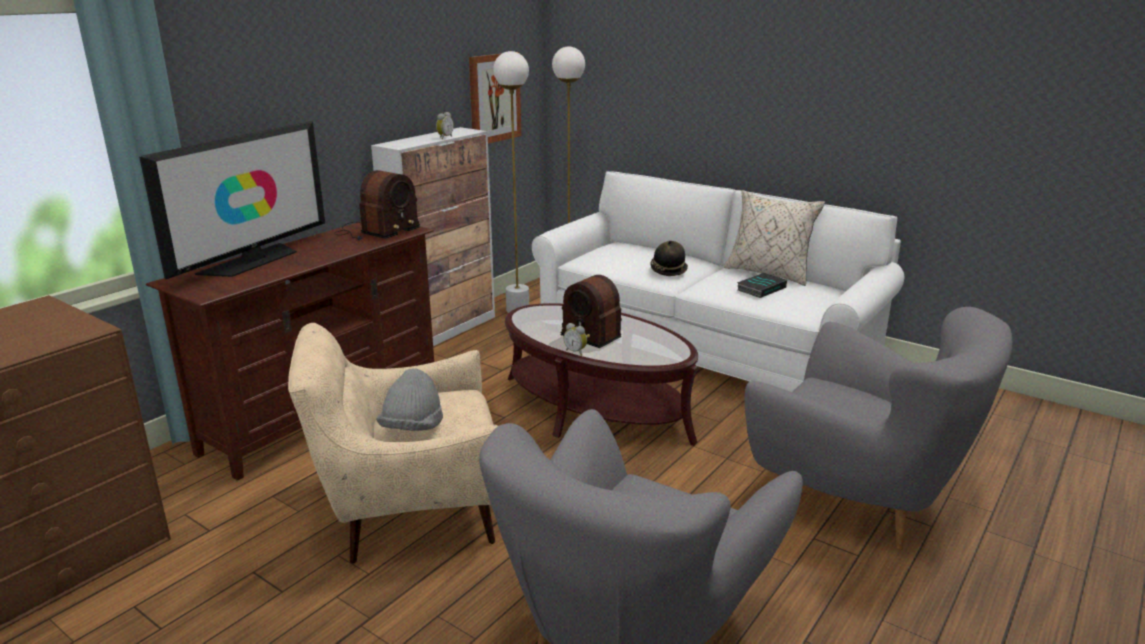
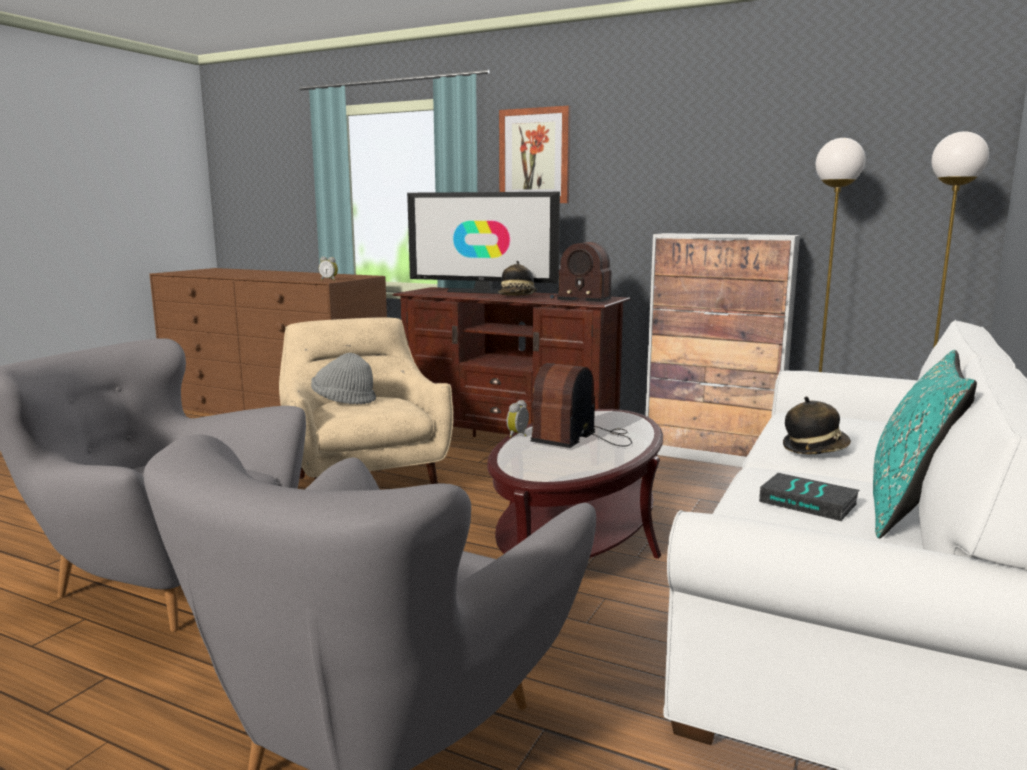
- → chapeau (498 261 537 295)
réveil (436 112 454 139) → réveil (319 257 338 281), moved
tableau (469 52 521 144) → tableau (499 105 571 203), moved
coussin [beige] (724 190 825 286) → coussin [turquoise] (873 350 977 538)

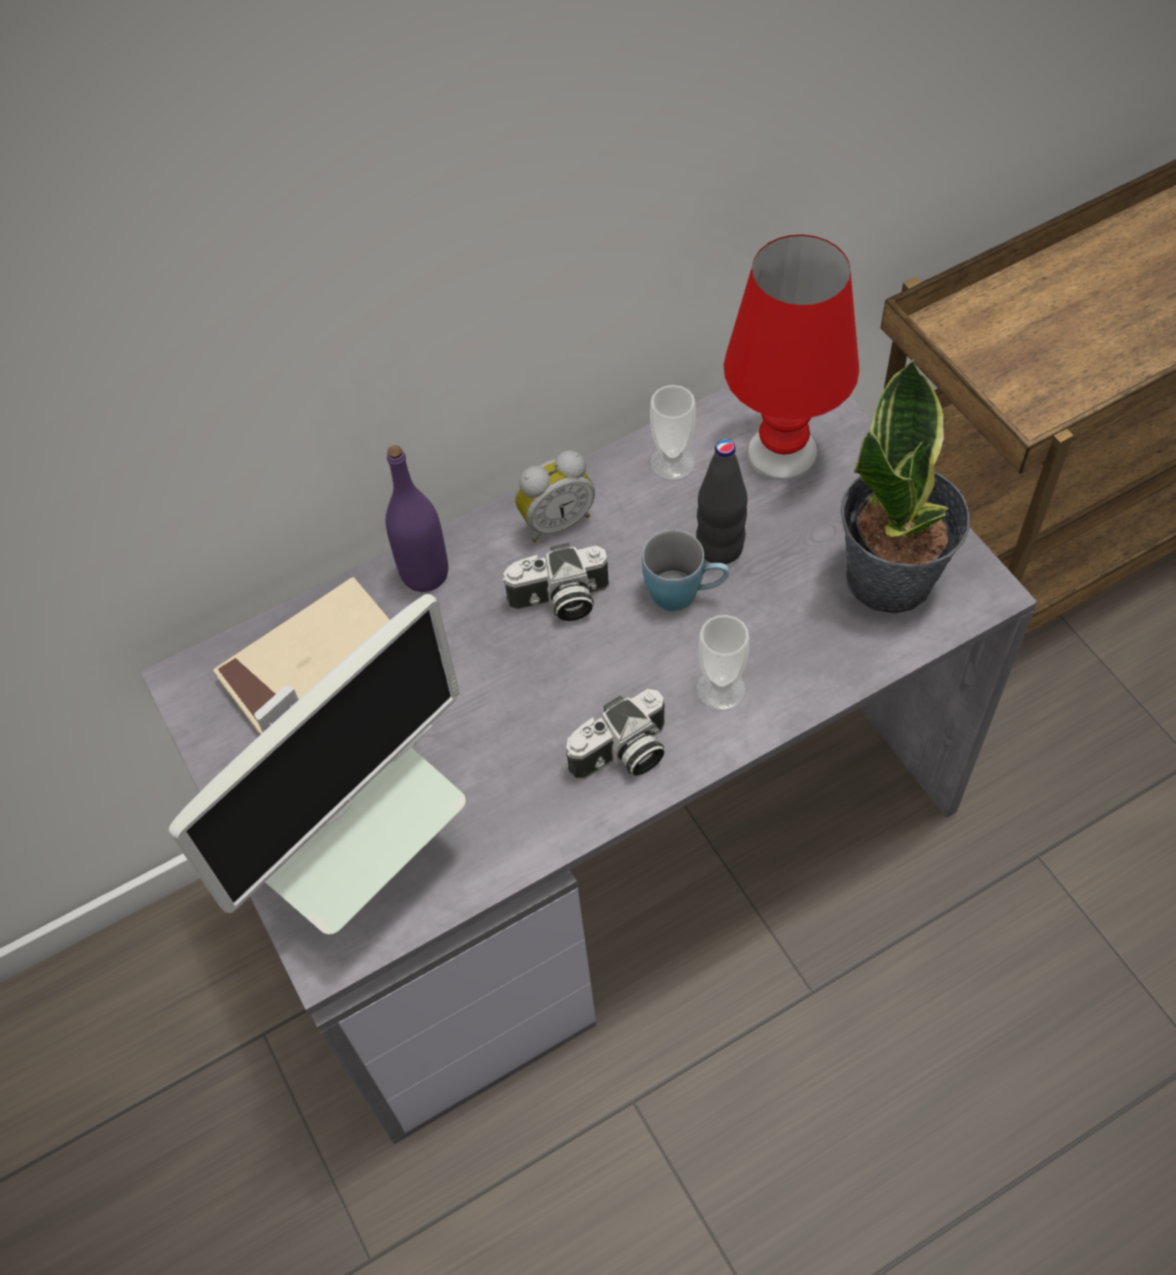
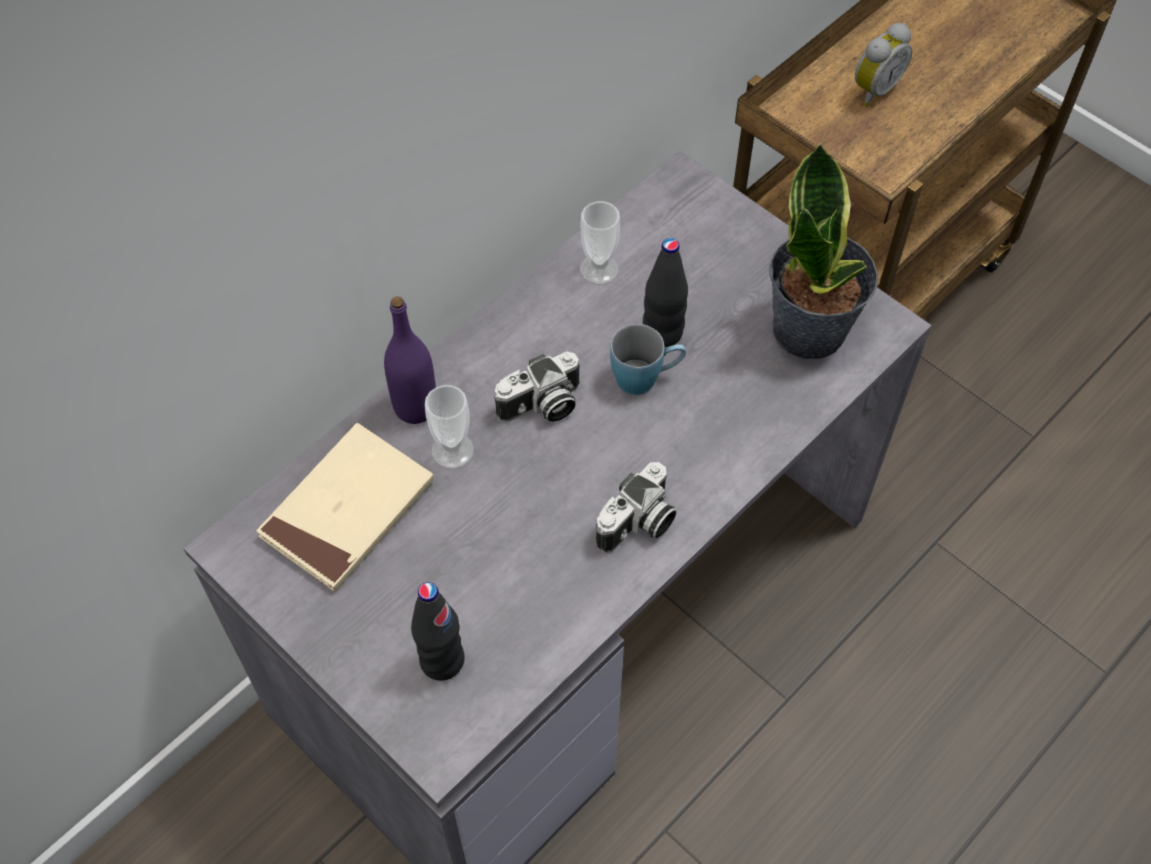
lampe de table [rouge] (723 235 859 481) → -
réveil (515 451 595 542) → réveil (855 23 913 107), moved
tasse (696 615 749 711) → tasse (425 385 474 469), moved
écran d'ordinateur (169 594 466 935) → bouteille [noir] (411 582 465 681)

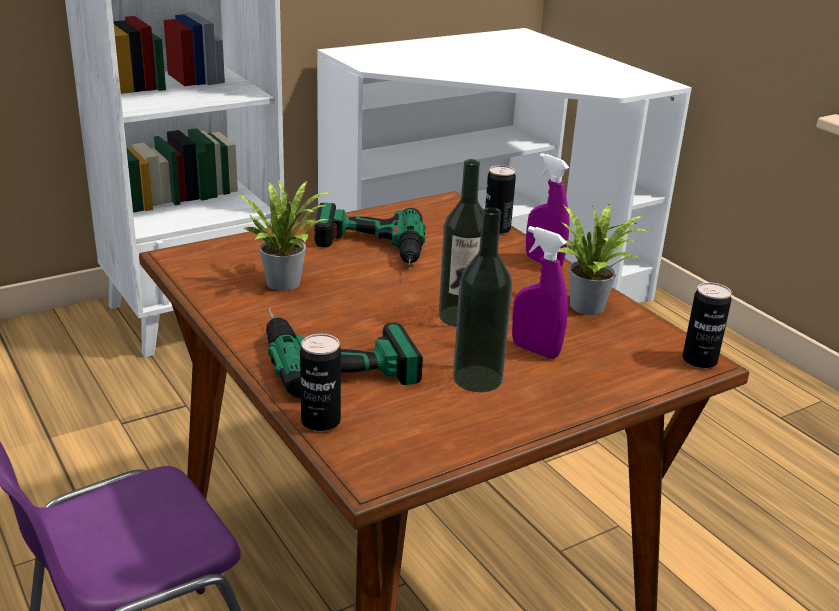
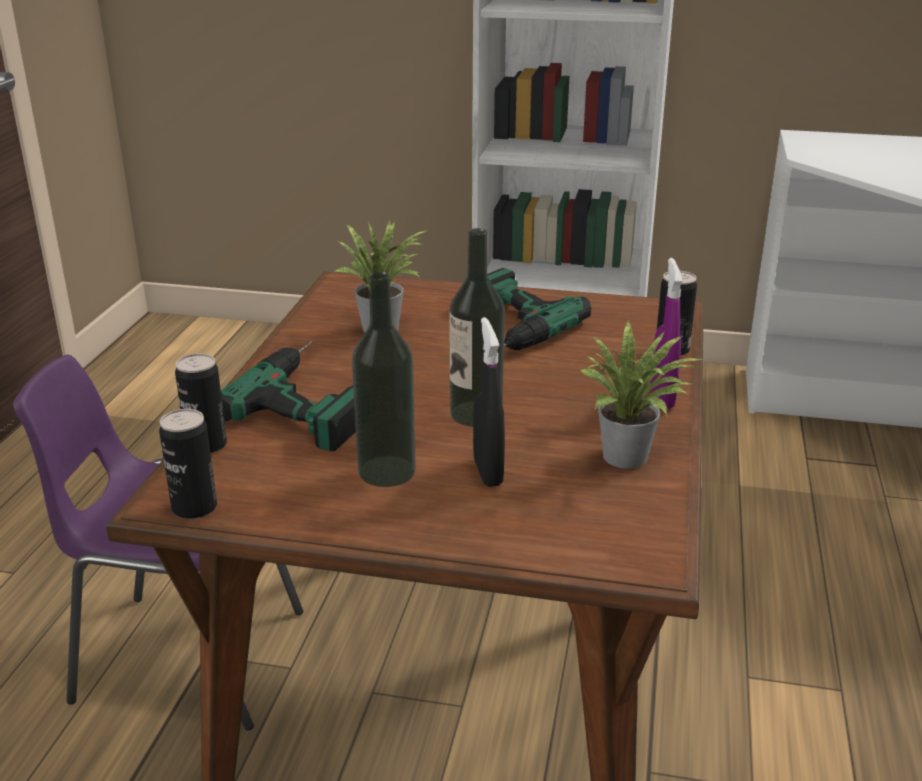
boîte métallique (682 282 732 369) → boîte métallique (159 409 217 519), moved
vaporisateur [violet] (512 226 568 359) → vaporisateur [noir] (473 317 505 487)

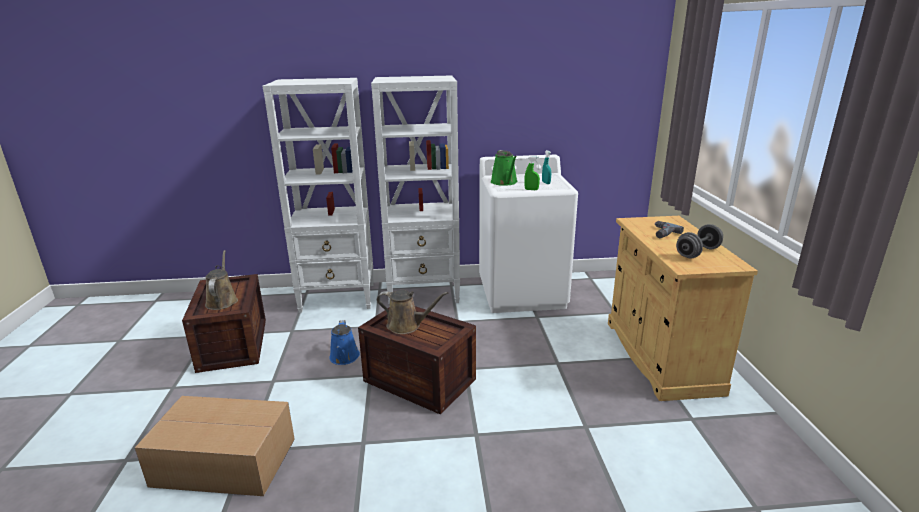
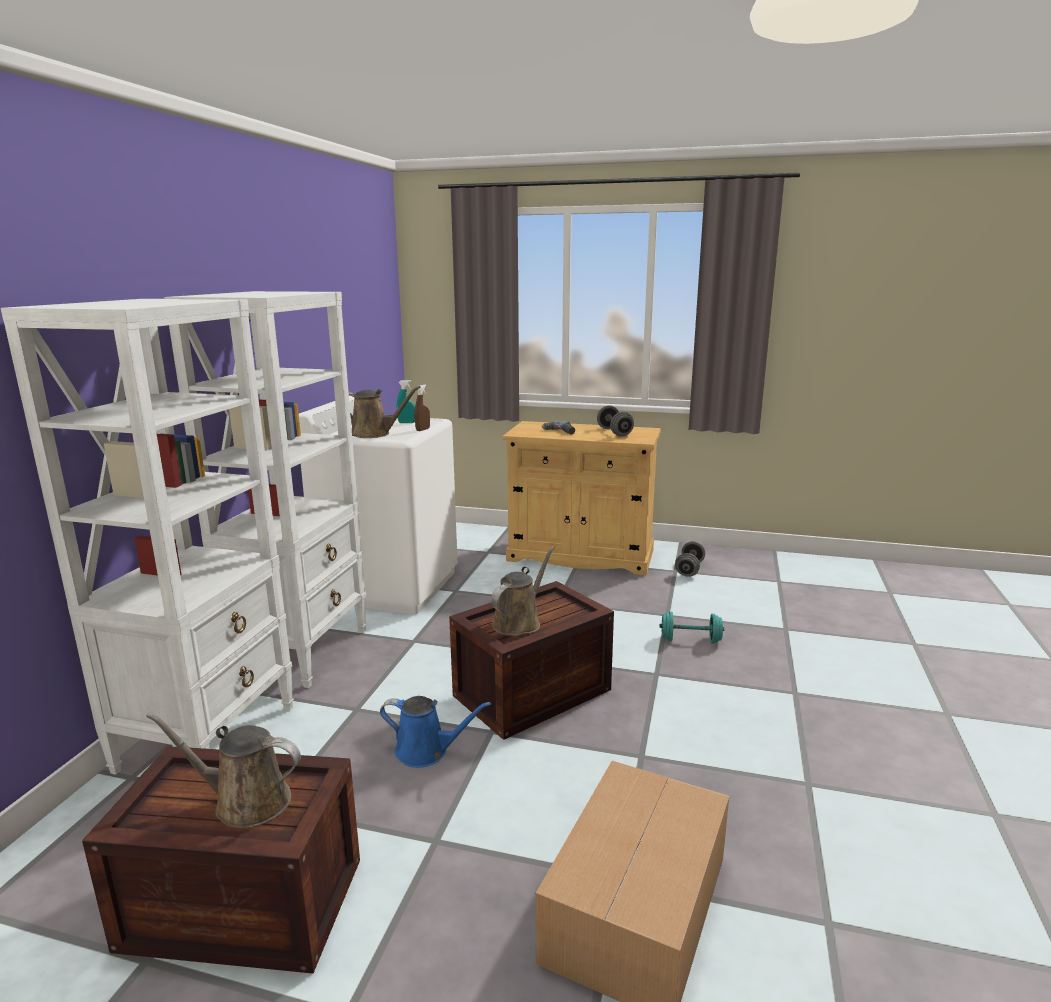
- → haltère [turquoise] (660 611 724 643)
- → haltère [gris] (675 541 705 577)
arrosoir [vert] (491 150 517 186) → arrosoir [marron] (349 386 421 438)
vaporisateur [vert] (524 156 540 190) → vaporisateur [marron] (415 384 430 431)

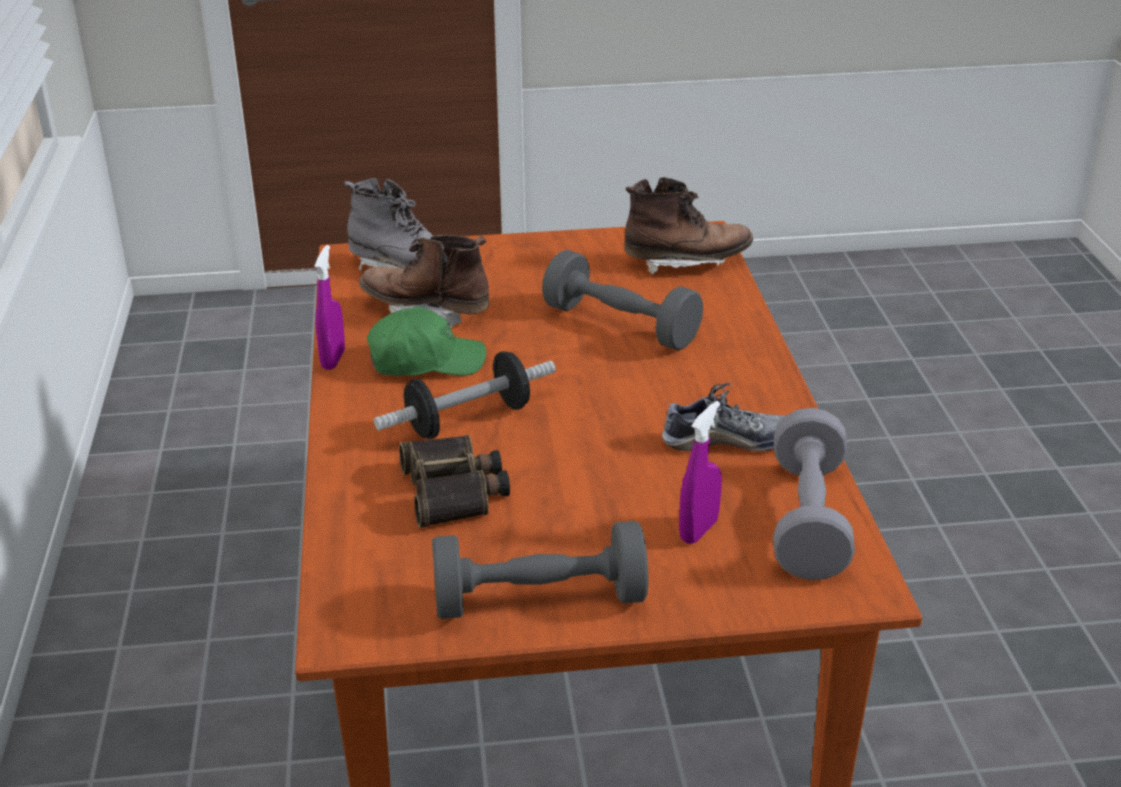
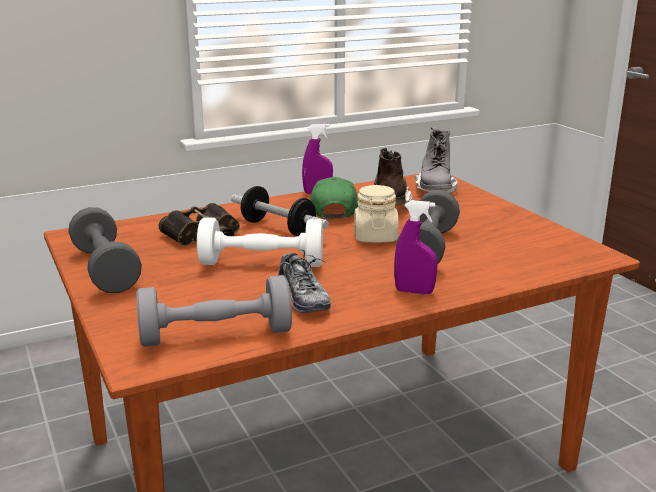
botte [marron] (624 177 753 275) → -
- → haltère [blanc] (197 218 323 267)
- → bocal [beige] (354 185 399 243)
vaporisateur [violet] (679 401 722 544) → vaporisateur [violet] (394 200 437 294), moved
casquette [vert] (367 306 486 376) → casquette [vert] (310 177 358 219), 150 degrees counterclockwise

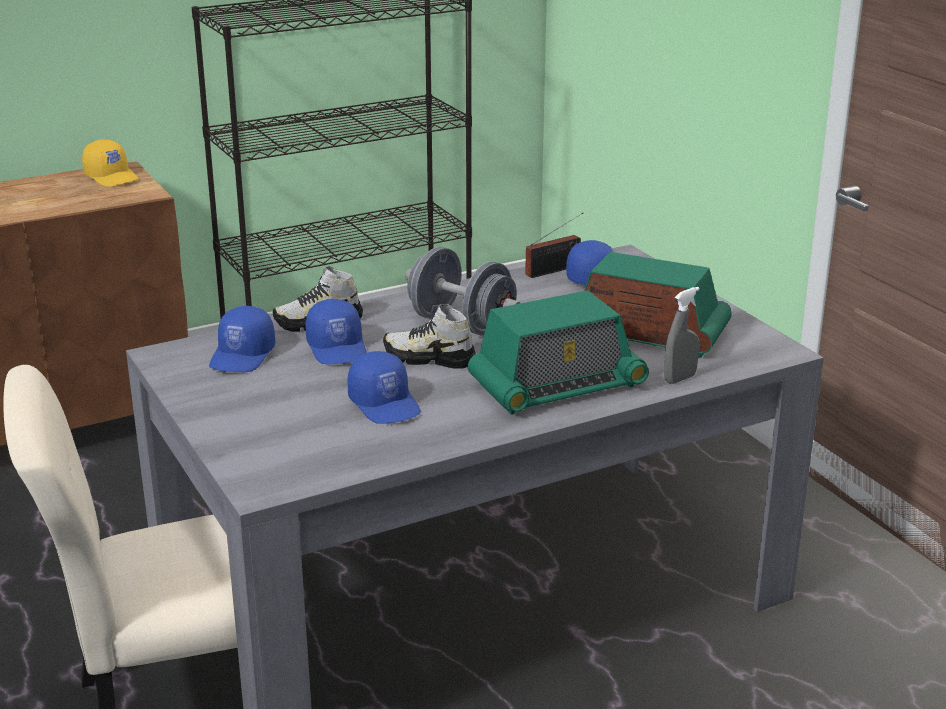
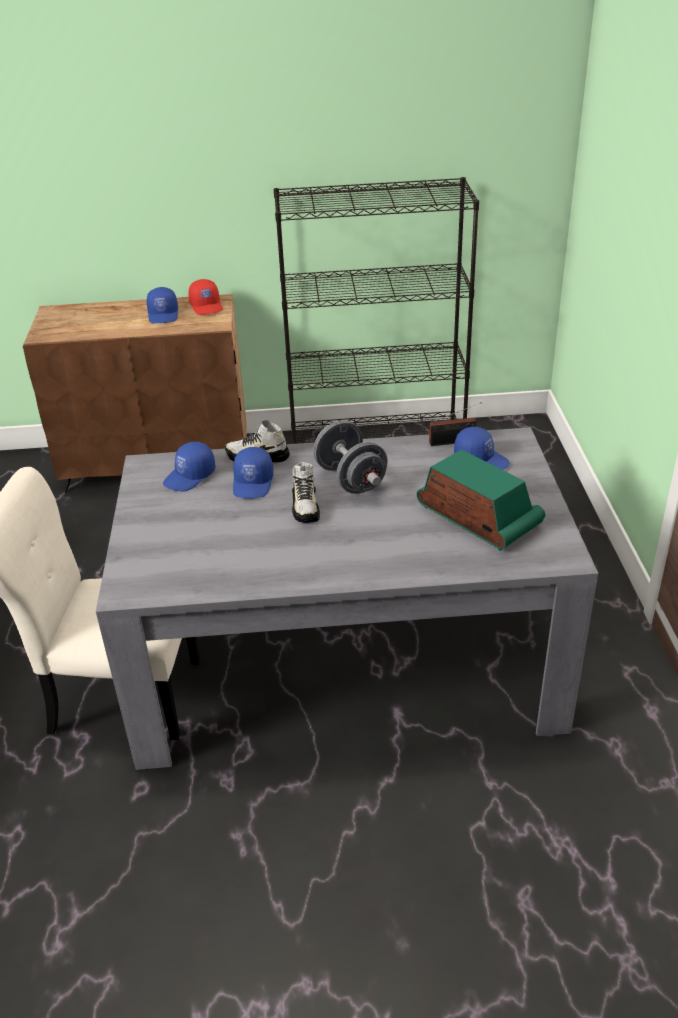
radio (468 290 649 415) → -
vaporisateur [gris] (664 287 700 384) → -
casquette [bleu] (347 351 421 424) → casquette [bleu] (146 287 178 323), moved
casquette [jaune] (82 139 139 187) → casquette [rouge] (188 279 222 315)
chaussure (383 304 476 369) → chaussure (292 462 320 523), 135 degrees counterclockwise

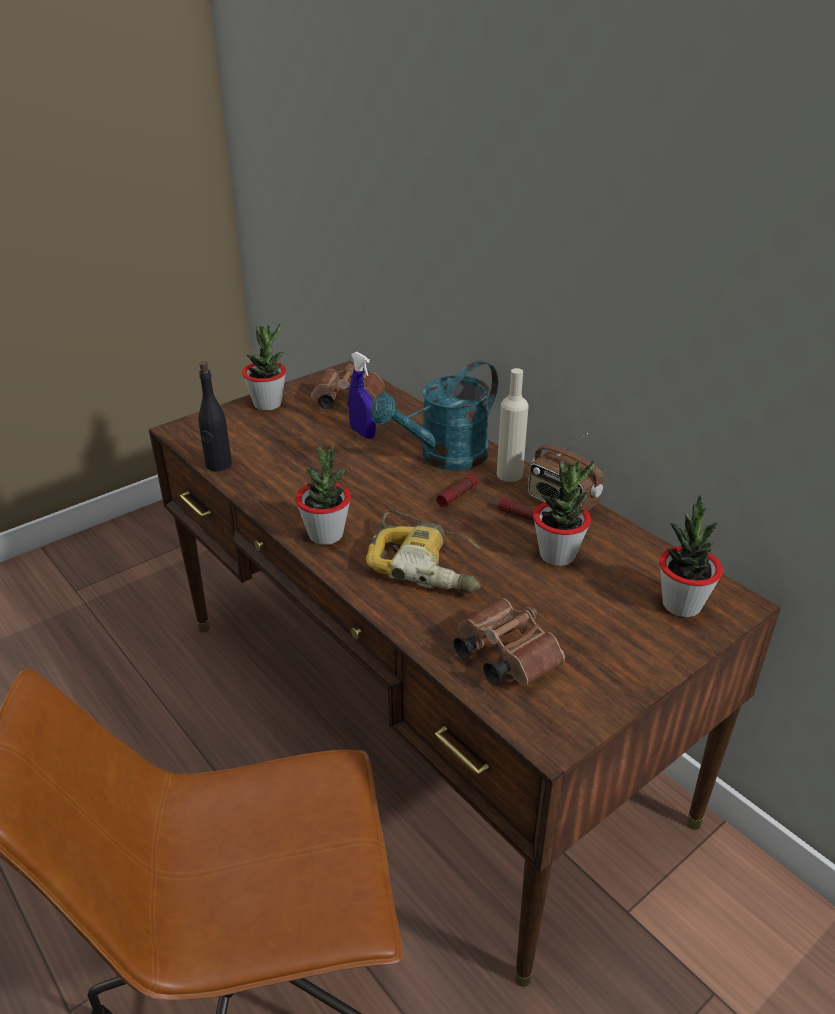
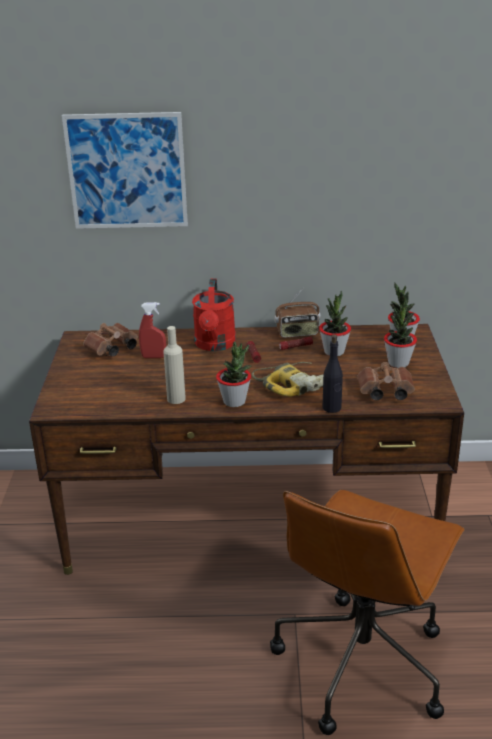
- → tableau (62 112 188 229)
bouteille [noir] (198 361 232 471) → bouteille [noir] (323 334 343 413), moved
plante en pot (242 324 286 411) → plante en pot (384 300 417 368), moved
bouteille [beige] (497 368 529 482) → bouteille [beige] (163 326 186 404), moved
vaporisateur [bleu] (348 352 376 439) → vaporisateur [rouge] (139 302 166 358)
arrosoir [turquoise] (370 360 498 471) → arrosoir [rouge] (192 279 236 351)

